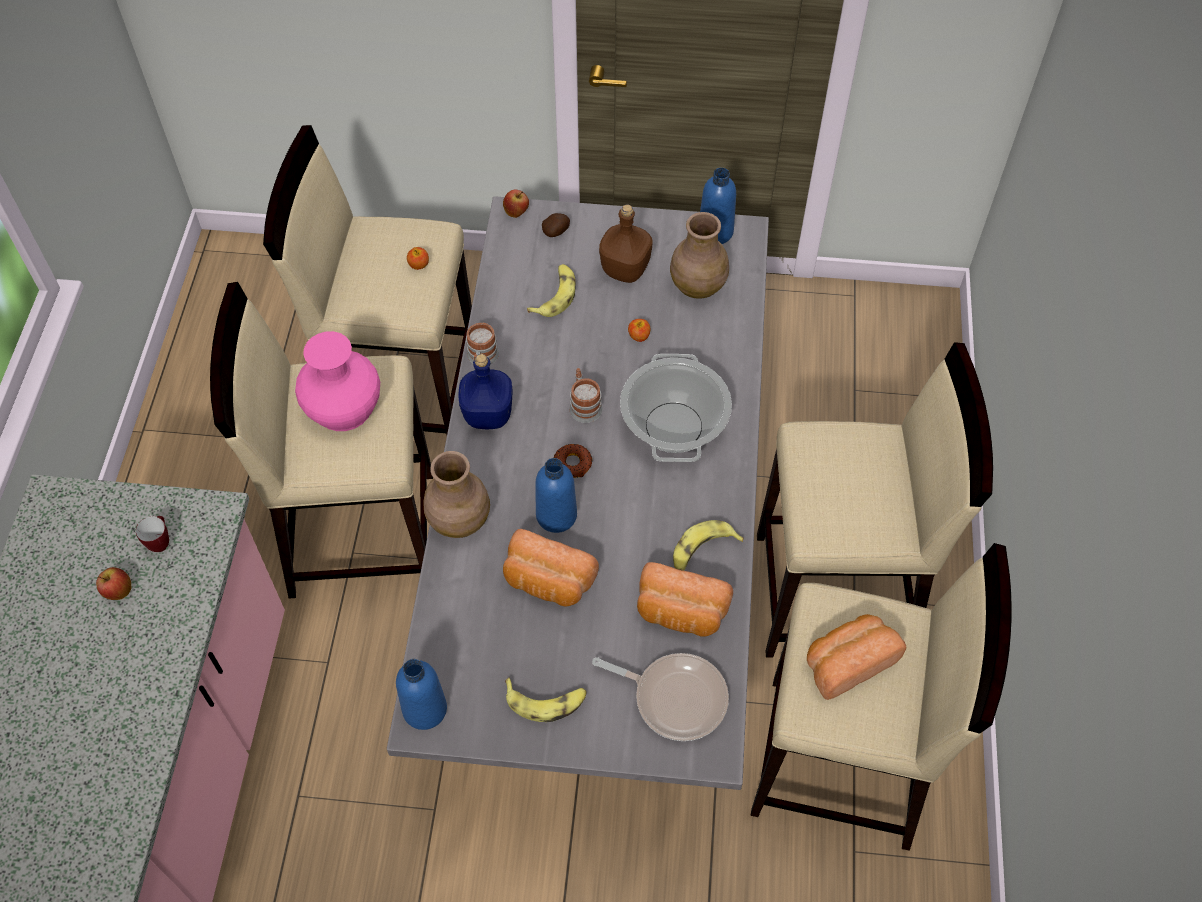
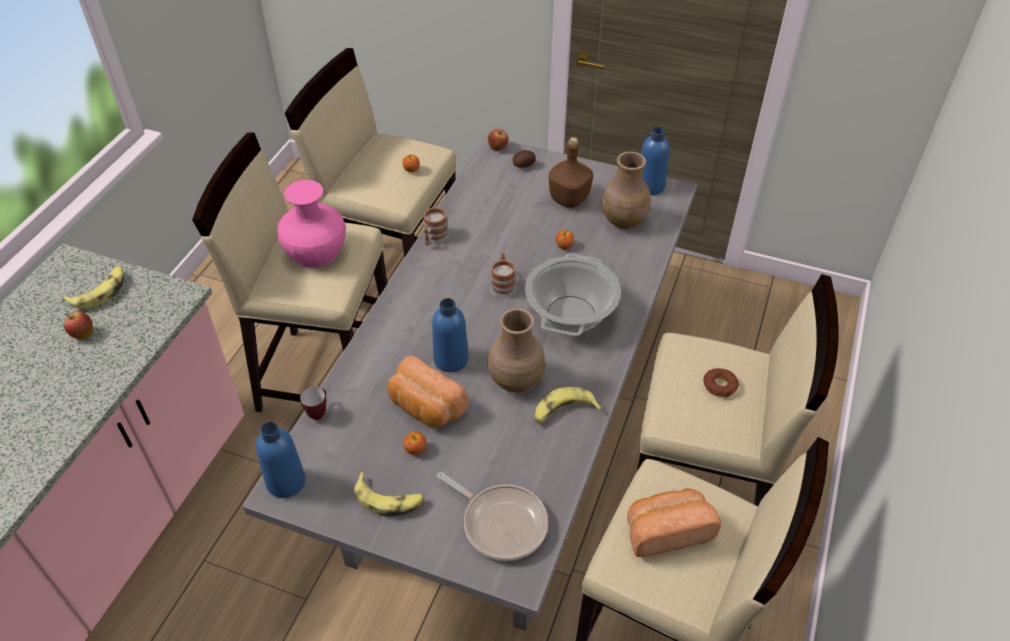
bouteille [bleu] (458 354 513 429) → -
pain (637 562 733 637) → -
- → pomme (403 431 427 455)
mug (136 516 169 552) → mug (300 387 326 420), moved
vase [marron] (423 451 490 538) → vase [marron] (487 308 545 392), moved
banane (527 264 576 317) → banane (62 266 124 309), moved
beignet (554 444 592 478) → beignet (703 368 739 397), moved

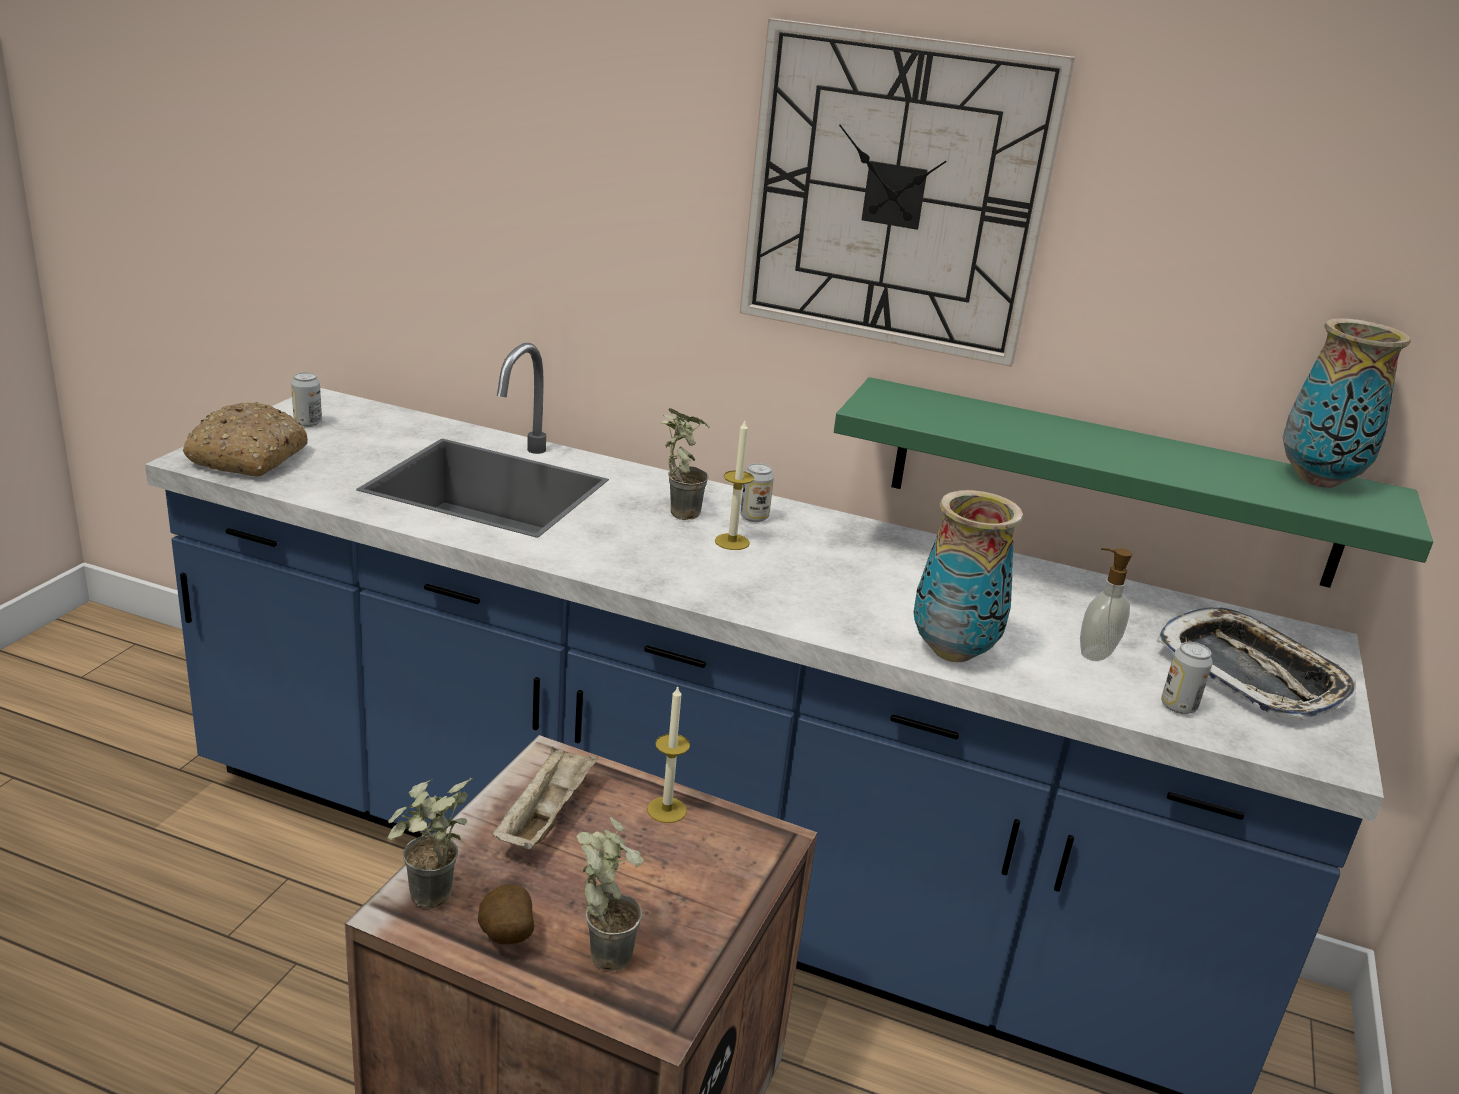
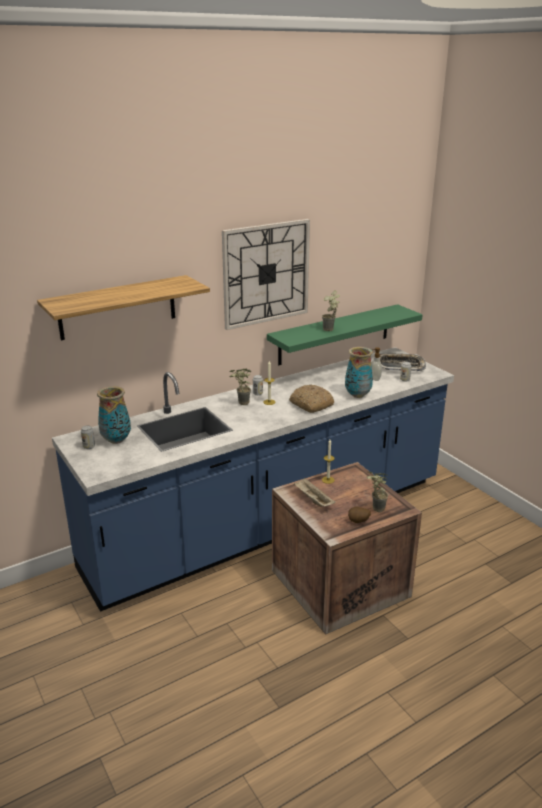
- → étagère (37 275 210 340)
pain (183 402 308 477) → pain (289 384 334 413), moved
plante en pot (387 777 473 909) → plante en pot (322 290 340 331), moved
vase (1283 318 1411 488) → vase (97 386 131 444), moved

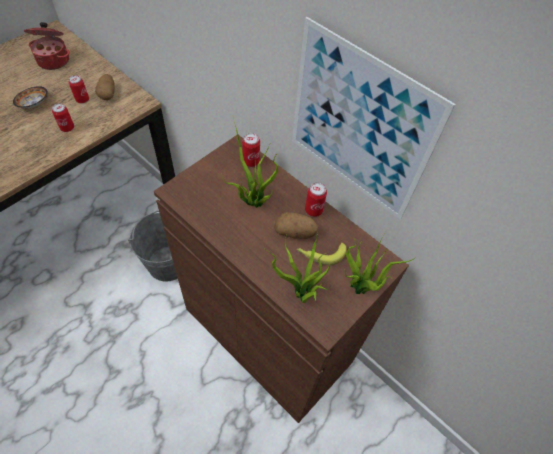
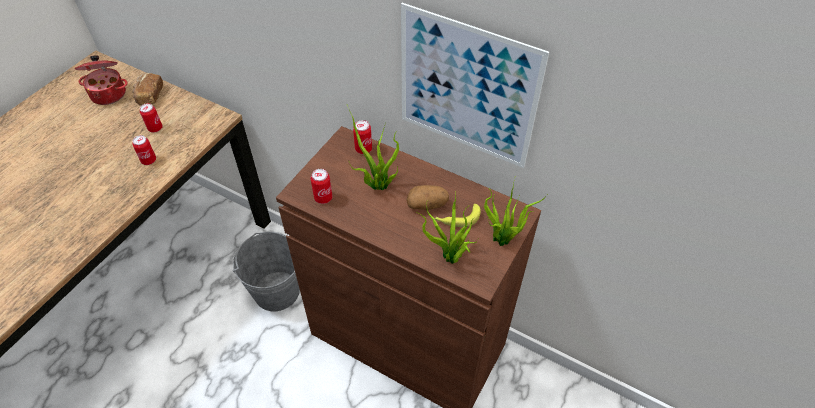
bol (13 86 48 108) → -
pomme de terre (95 74 115 100) → -
- → pain (132 73 163 106)
boîte métallique (305 183 327 217) → boîte métallique (311 169 332 204), moved

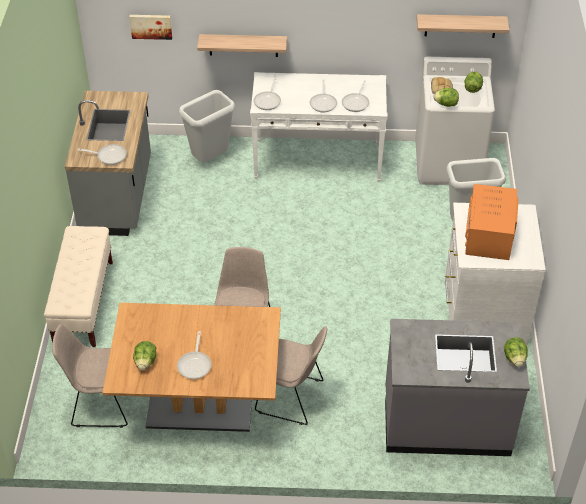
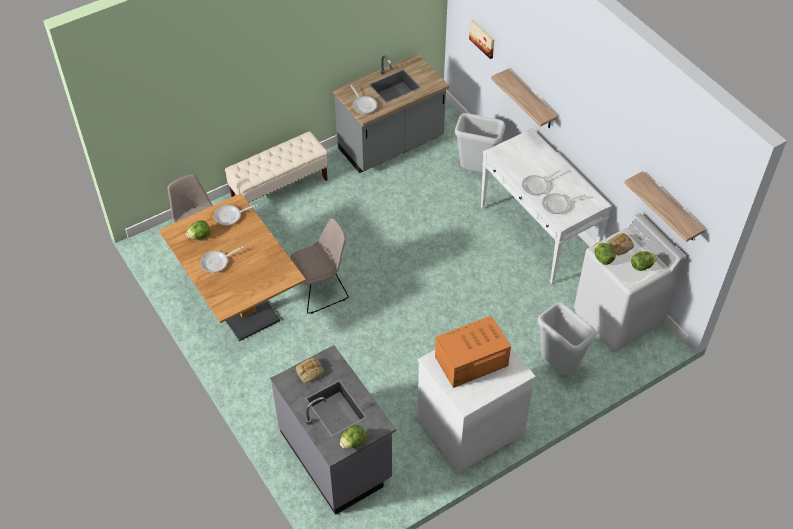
chaise [beige] (255 326 327 425) → -
- → pain (296 357 324 383)
poêle (253 78 281 110) → poêle (214 204 258 226), moved

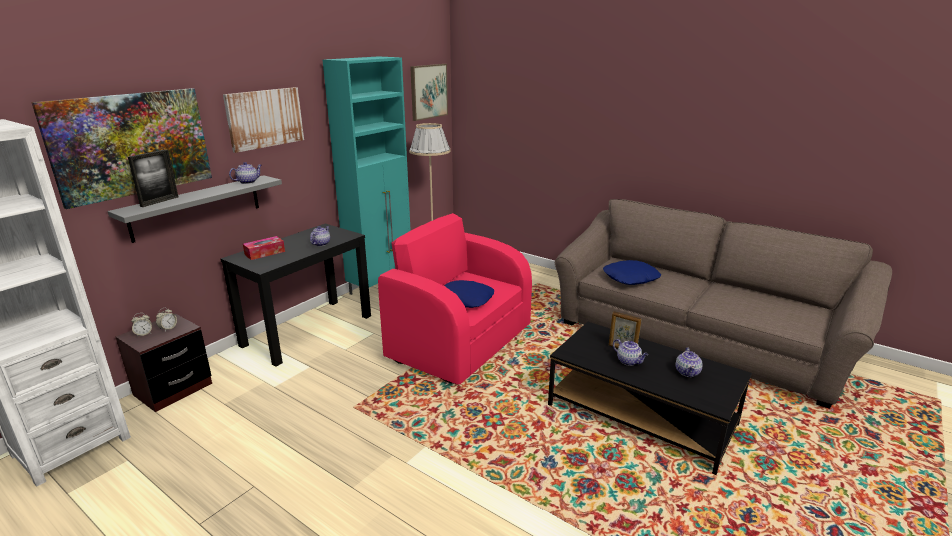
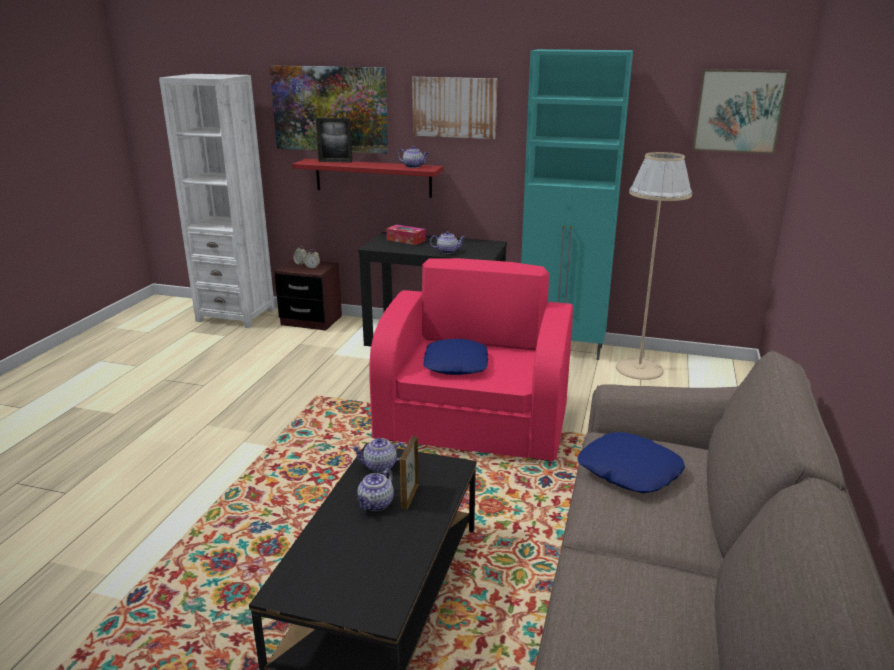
théière (676 347 703 377) → théière (351 438 406 473), moved
étagère [gris] (107 175 282 243) → étagère [rouge] (292 159 443 198)

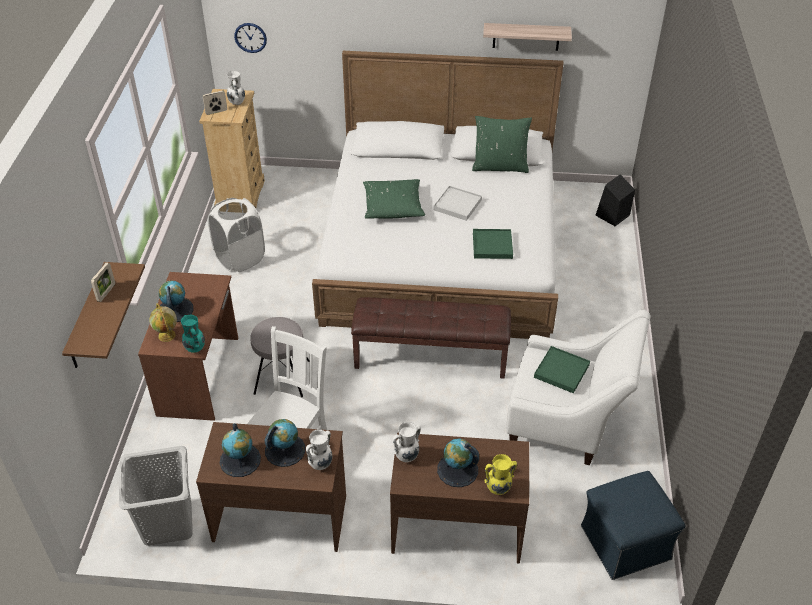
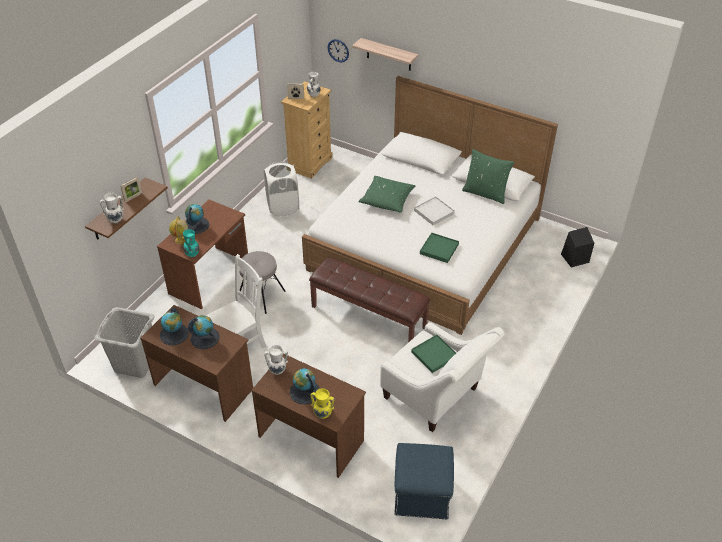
vase [blanc] (306 429 332 470) → vase [blanc] (100 192 124 224), moved
étagère (483 23 572 51) → étagère (352 38 418 71), moved

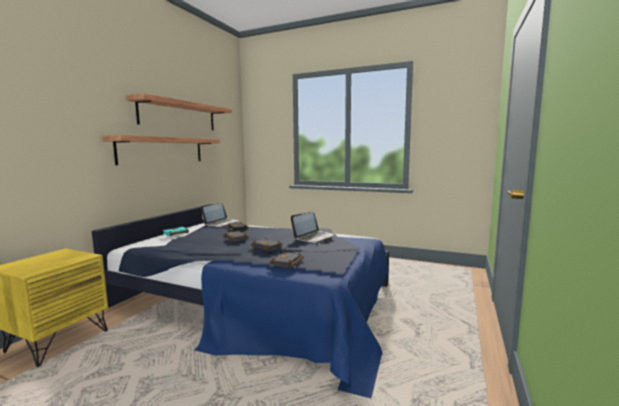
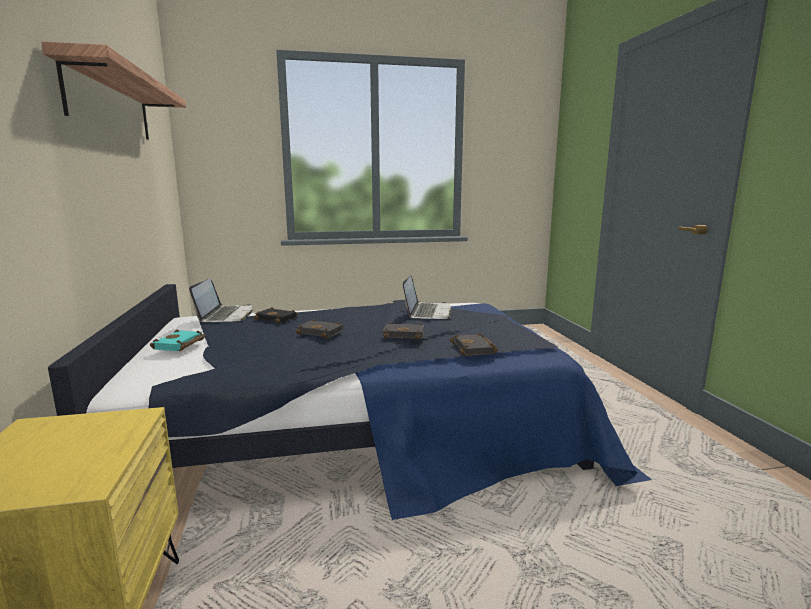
étagère (102 135 220 165) → -

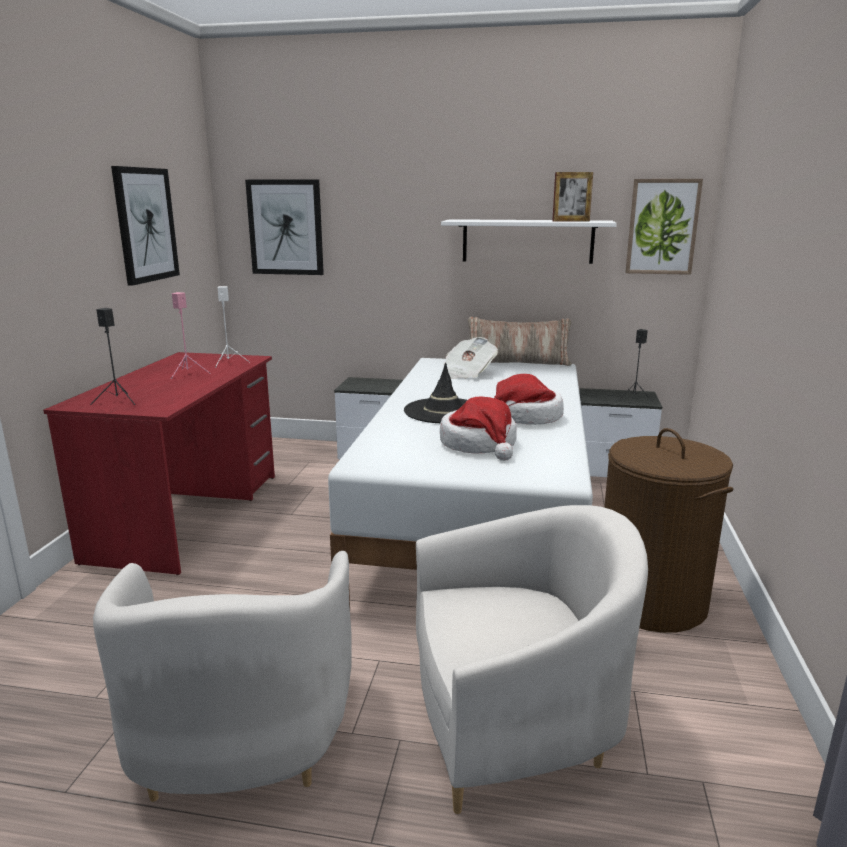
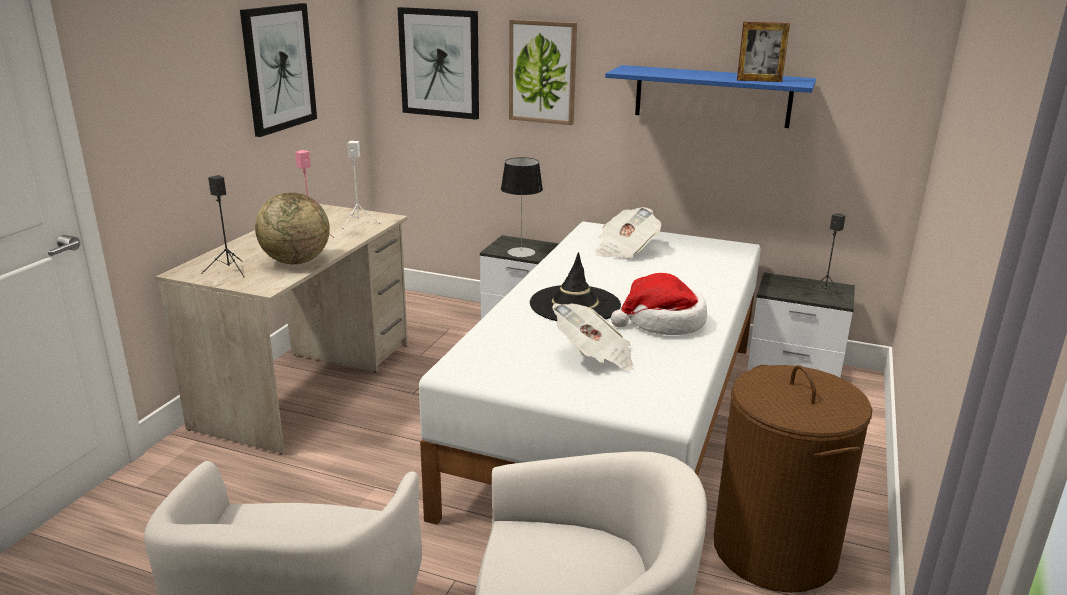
coussin (468 317 572 366) → -
- → globe (255 192 330 264)
- → lampe de table (501 157 543 257)
tableau (625 179 703 275) → tableau (509 19 577 125), moved
chapeau (440 396 517 461) → journal (552 303 634 370)
bureau [rouge] (43 352 275 575) → bureau [beige] (155 204 408 454)
étagère [blanc] (441 219 617 264) → étagère [bleu] (605 65 816 128)

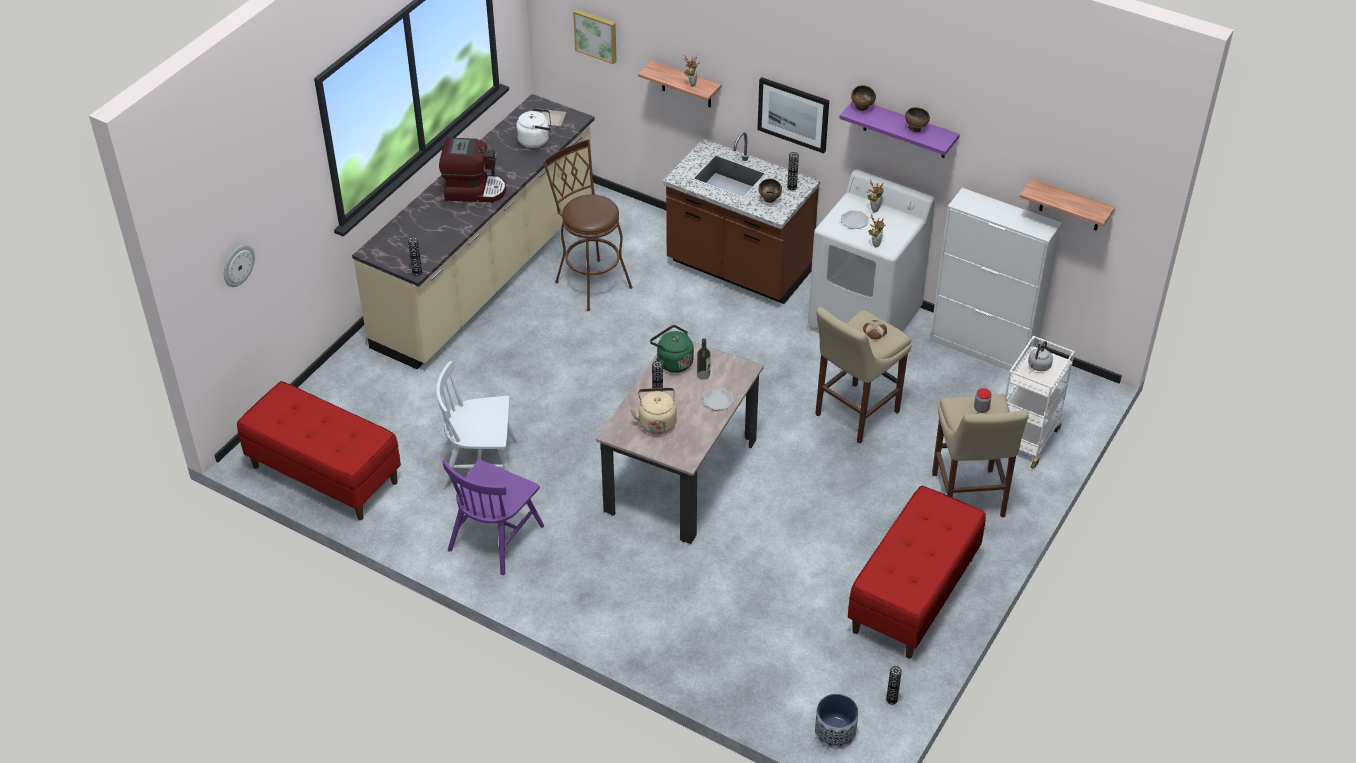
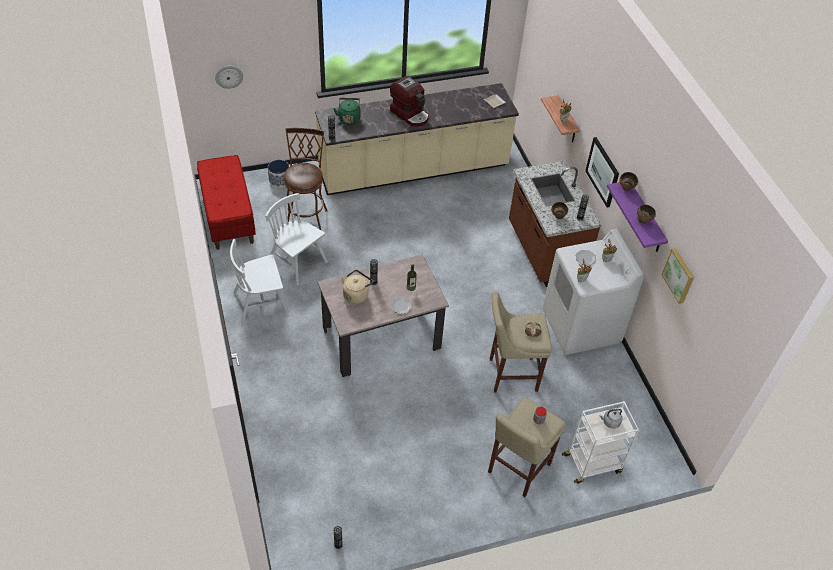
bouilloire [blanc] (516 108 551 148) → -
banc [rouge] (848 486 986 659) → -
meuble de rangement [blanc] (930 188 1062 372) → -
étagère (1020 179 1115 231) → -
tabouret [marron] (543 139 633 311) → tabouret [marron] (284 128 328 230), moved
tableau (573 9 617 64) → tableau (662 248 694 304), moved
bouilloire [vert] (650 325 694 373) → bouilloire [vert] (333 98 360 125), moved
cache-pot (815 694 858 749) → cache-pot (268 160 289 188), moved
chaise [violet] (442 460 544 575) → chaise [blanc] (230 239 289 324)

